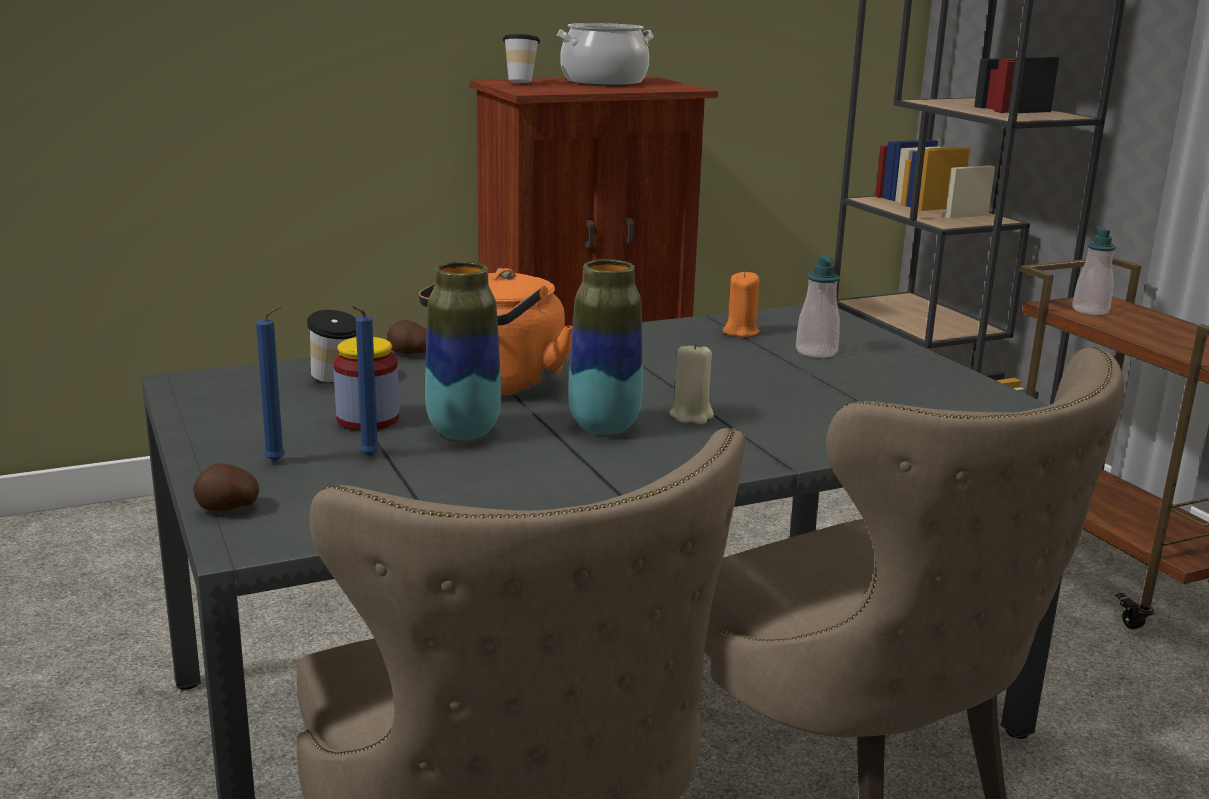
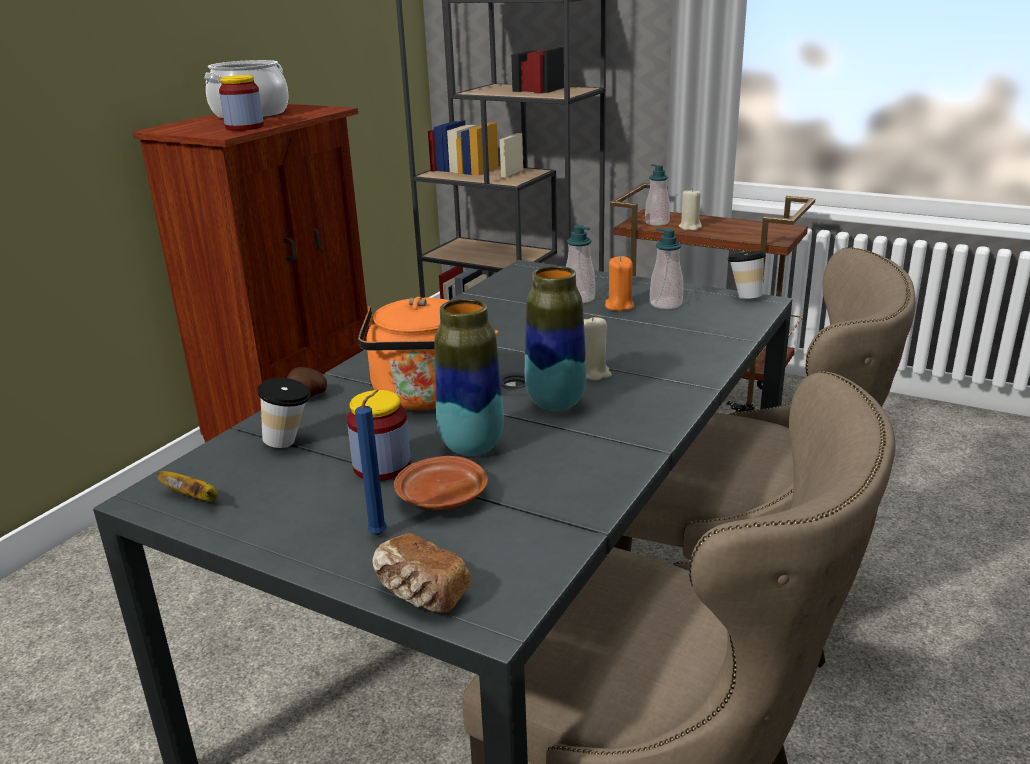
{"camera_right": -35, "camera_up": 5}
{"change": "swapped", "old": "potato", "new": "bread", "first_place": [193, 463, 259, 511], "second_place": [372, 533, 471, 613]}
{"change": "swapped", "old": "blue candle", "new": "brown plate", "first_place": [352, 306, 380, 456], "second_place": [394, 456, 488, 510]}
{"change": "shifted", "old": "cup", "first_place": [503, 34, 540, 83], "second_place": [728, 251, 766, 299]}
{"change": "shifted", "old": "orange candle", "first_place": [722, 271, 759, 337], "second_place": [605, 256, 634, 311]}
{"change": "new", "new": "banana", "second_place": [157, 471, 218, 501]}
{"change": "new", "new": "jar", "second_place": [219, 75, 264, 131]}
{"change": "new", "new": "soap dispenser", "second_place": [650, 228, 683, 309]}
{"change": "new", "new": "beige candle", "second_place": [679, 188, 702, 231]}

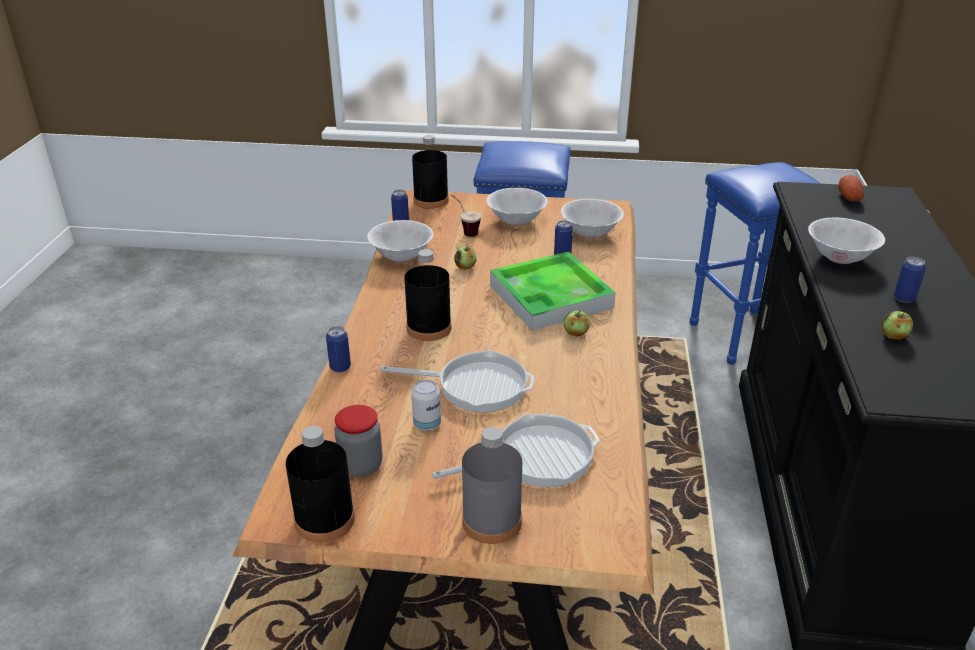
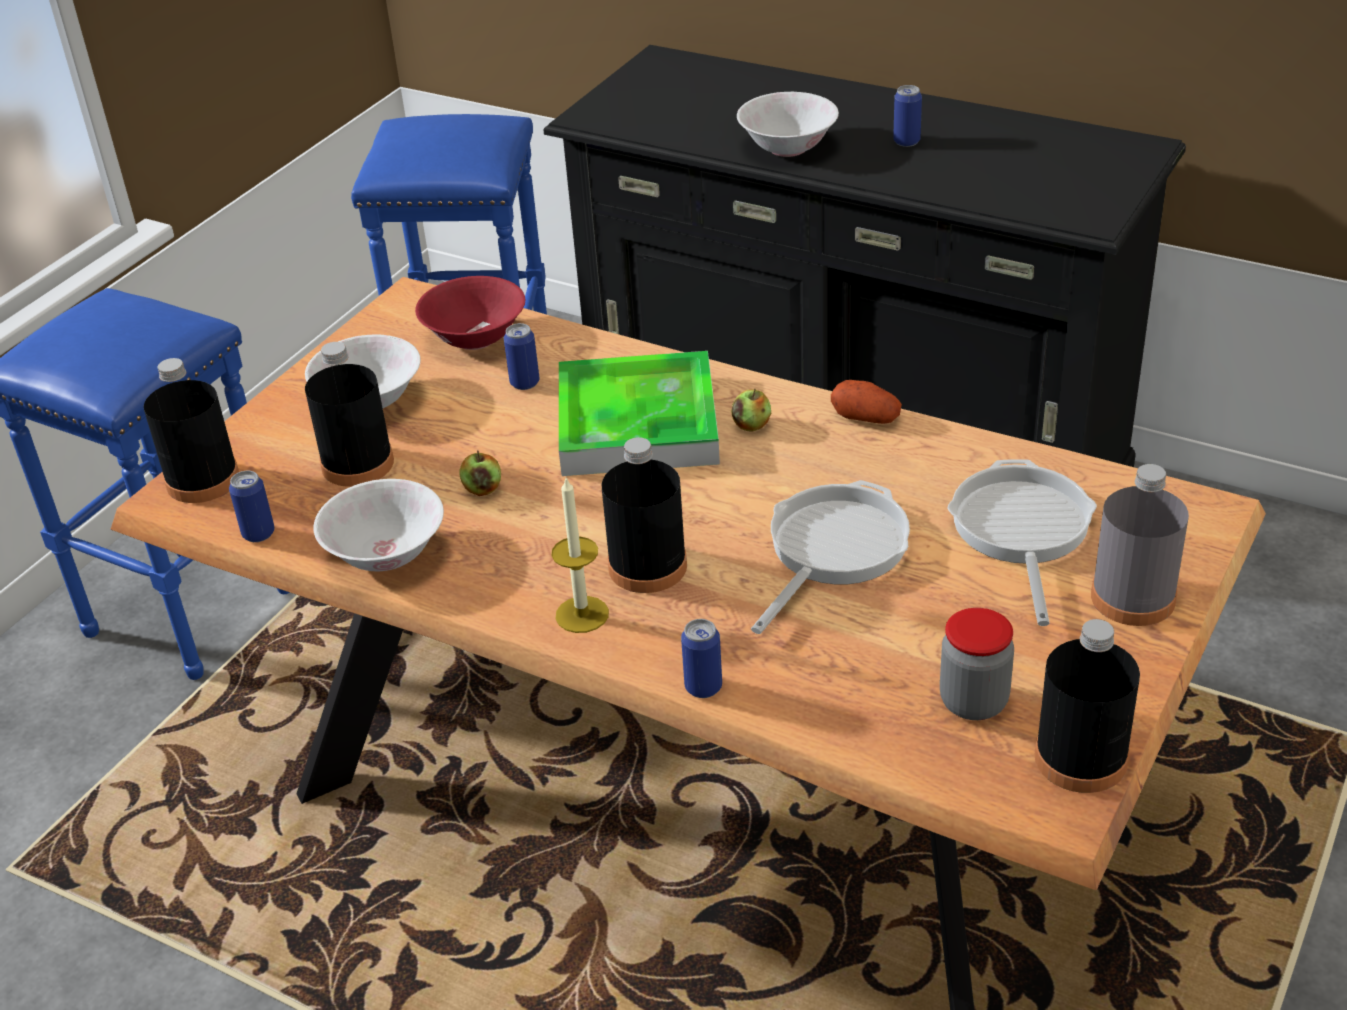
{"camera_right": -65, "camera_up": 5}
{"change": "gone", "old": "can", "first_place": [411, 379, 441, 431]}
{"change": "swapped", "old": "cup", "new": "black bottle", "first_place": [452, 195, 481, 237], "second_place": [305, 342, 394, 487]}
{"change": "repainted", "old": "white bowl", "new": "red bowl", "first_place": [561, 199, 624, 238], "second_place": [415, 276, 525, 350]}
{"change": "shifted", "old": "potato", "first_place": [838, 175, 864, 202], "second_place": [831, 380, 902, 424]}
{"change": "gone", "old": "apple", "first_place": [882, 311, 913, 340]}
{"change": "new", "new": "candle", "second_place": [551, 478, 609, 633]}

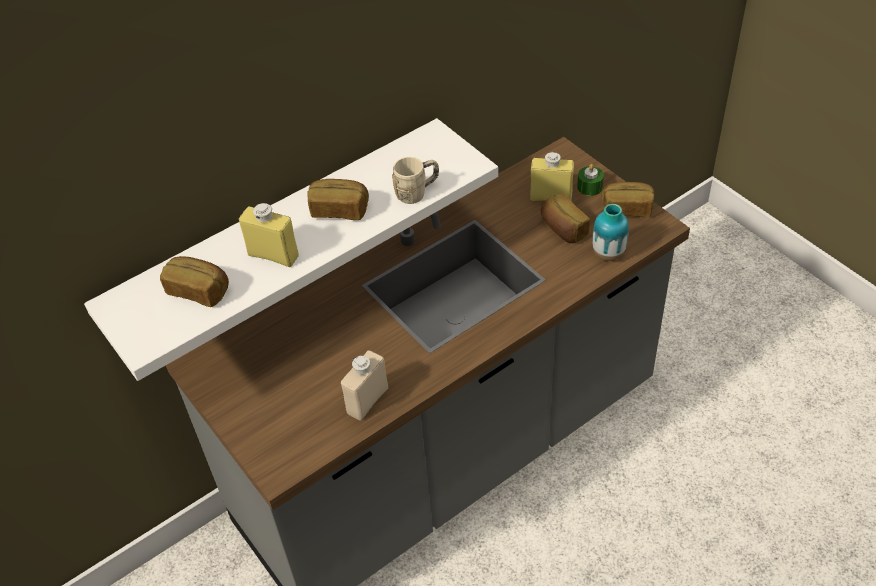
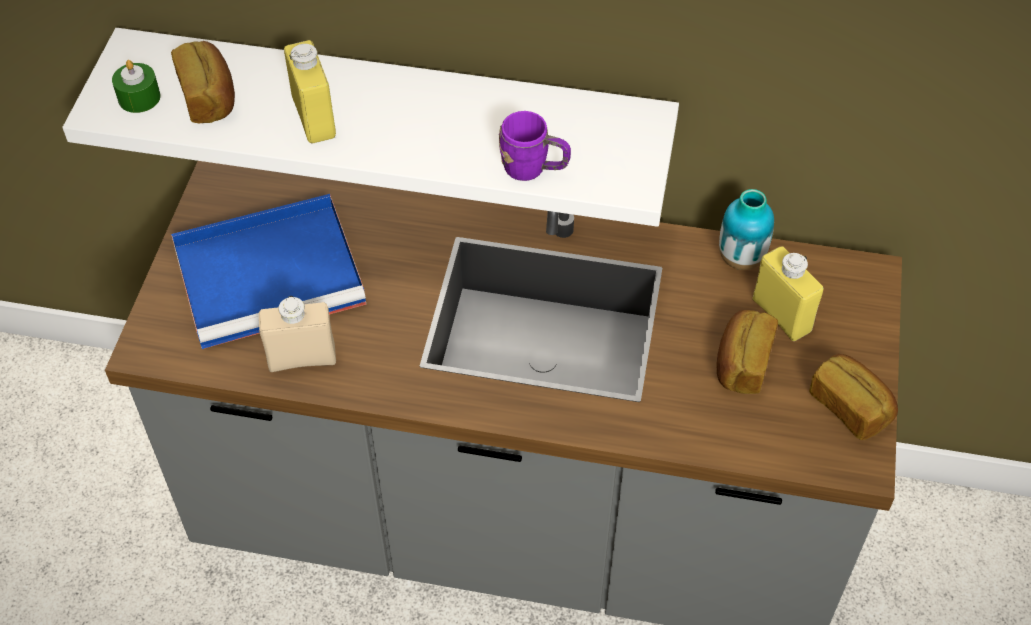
{"camera_right": 45, "camera_up": 5}
{"change": "gone", "old": "bread", "first_place": [307, 179, 369, 220]}
{"change": "repainted", "old": "beige mug", "new": "purple mug", "first_place": [392, 157, 439, 204], "second_place": [499, 111, 571, 181]}
{"change": "shifted", "old": "green candle", "first_place": [577, 164, 604, 196], "second_place": [112, 60, 161, 113]}
{"change": "shifted", "old": "vase", "first_place": [593, 204, 629, 261], "second_place": [719, 189, 774, 270]}
{"change": "new", "new": "blue tray", "second_place": [171, 194, 367, 349]}

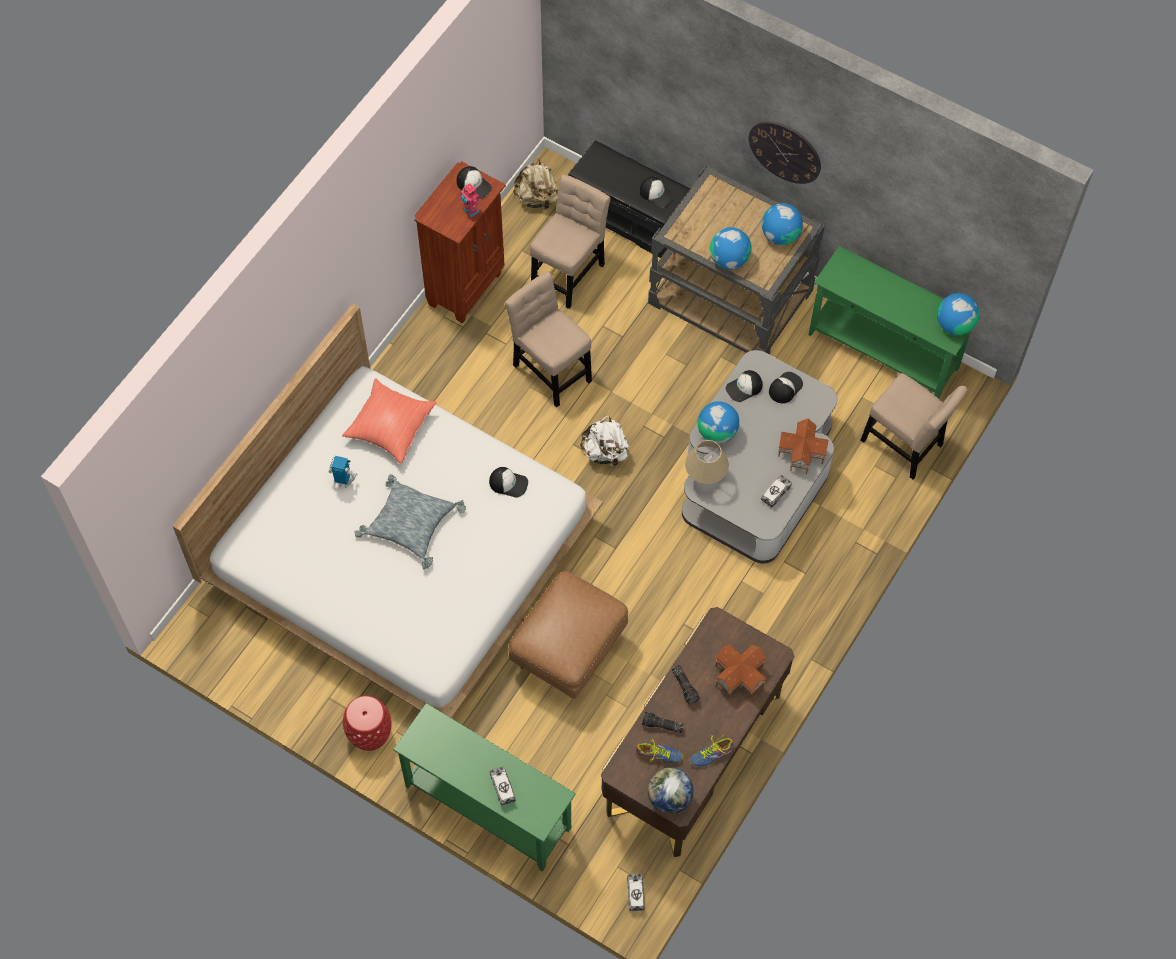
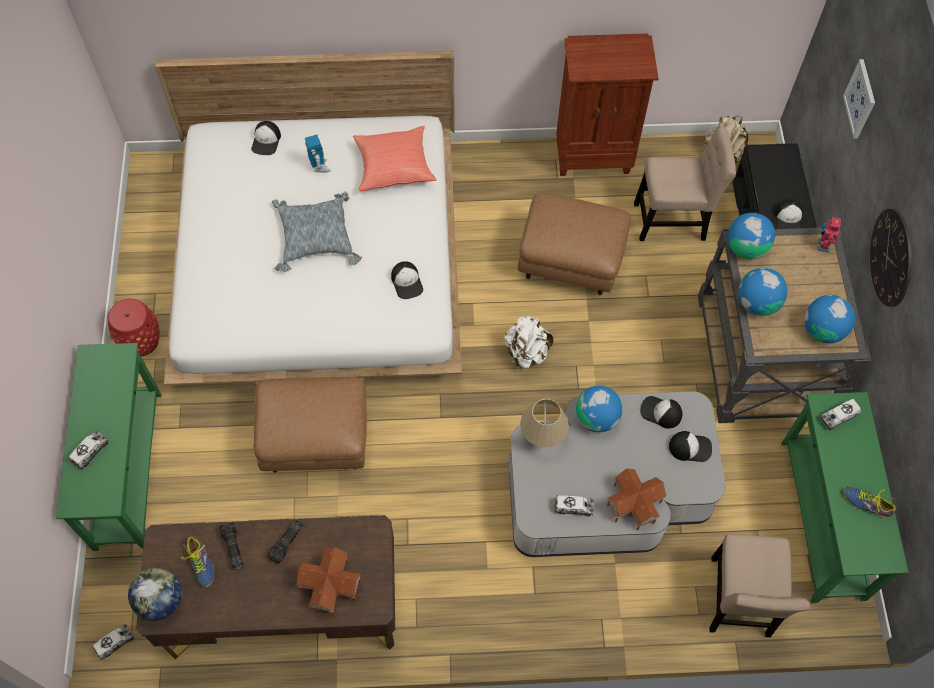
{"camera_right": 55, "camera_up": 0}
{"change": "shifted", "old": "cap", "first_place": [457, 166, 492, 199], "second_place": [251, 121, 281, 155]}
{"change": "shifted", "old": "toy robot", "first_place": [460, 183, 480, 218], "second_place": [817, 217, 841, 253]}
{"change": "swapped", "old": "beige chair", "new": "brown ottoman", "first_place": [505, 271, 592, 407], "second_place": [518, 192, 631, 295]}
{"change": "shifted", "old": "shoe", "first_place": [689, 735, 733, 767], "second_place": [843, 487, 896, 518]}
{"change": "shifted", "old": "globe", "first_place": [937, 293, 980, 335], "second_place": [728, 213, 775, 260]}
{"change": "new", "new": "toy truck", "second_place": [819, 399, 861, 430]}
{"change": "new", "new": "picture", "second_place": [843, 59, 875, 138]}

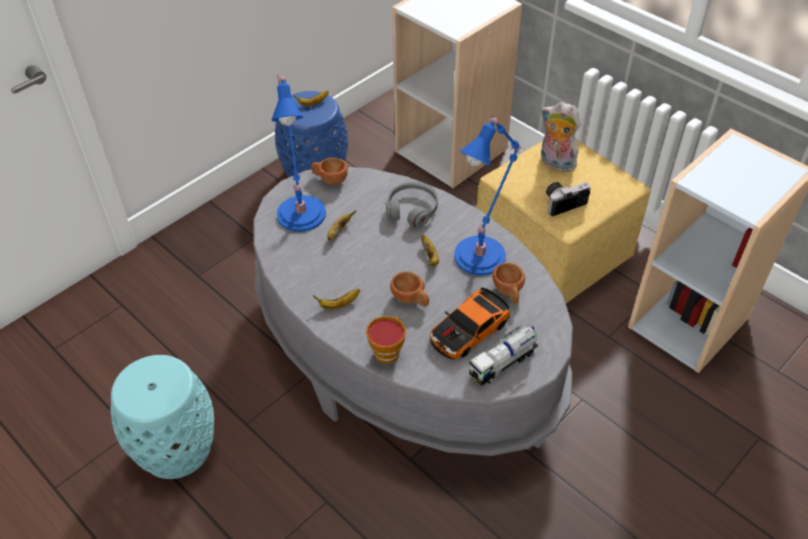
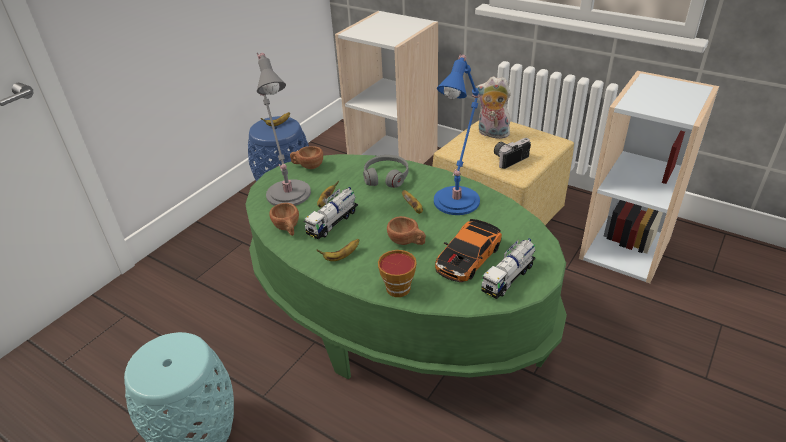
{"camera_right": -10, "camera_up": -10}
{"change": "repainted", "old": "grey coffee table", "new": "green coffee table", "first_place": [254, 167, 573, 456], "second_place": [245, 154, 567, 379]}
{"change": "repainted", "old": "blue table lamp", "new": "grey table lamp", "first_place": [271, 76, 326, 232], "second_place": [257, 53, 311, 206]}
{"change": "shifted", "old": "brown cup", "first_place": [492, 263, 525, 304], "second_place": [269, 203, 299, 236]}
{"change": "new", "new": "toy truck", "second_place": [304, 187, 358, 239]}

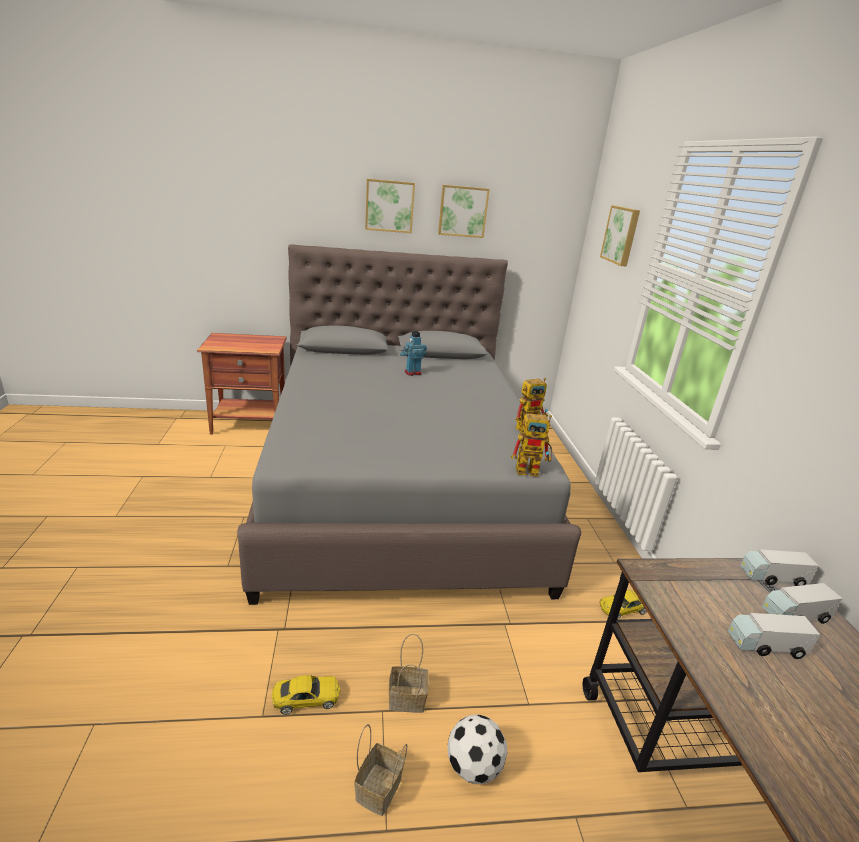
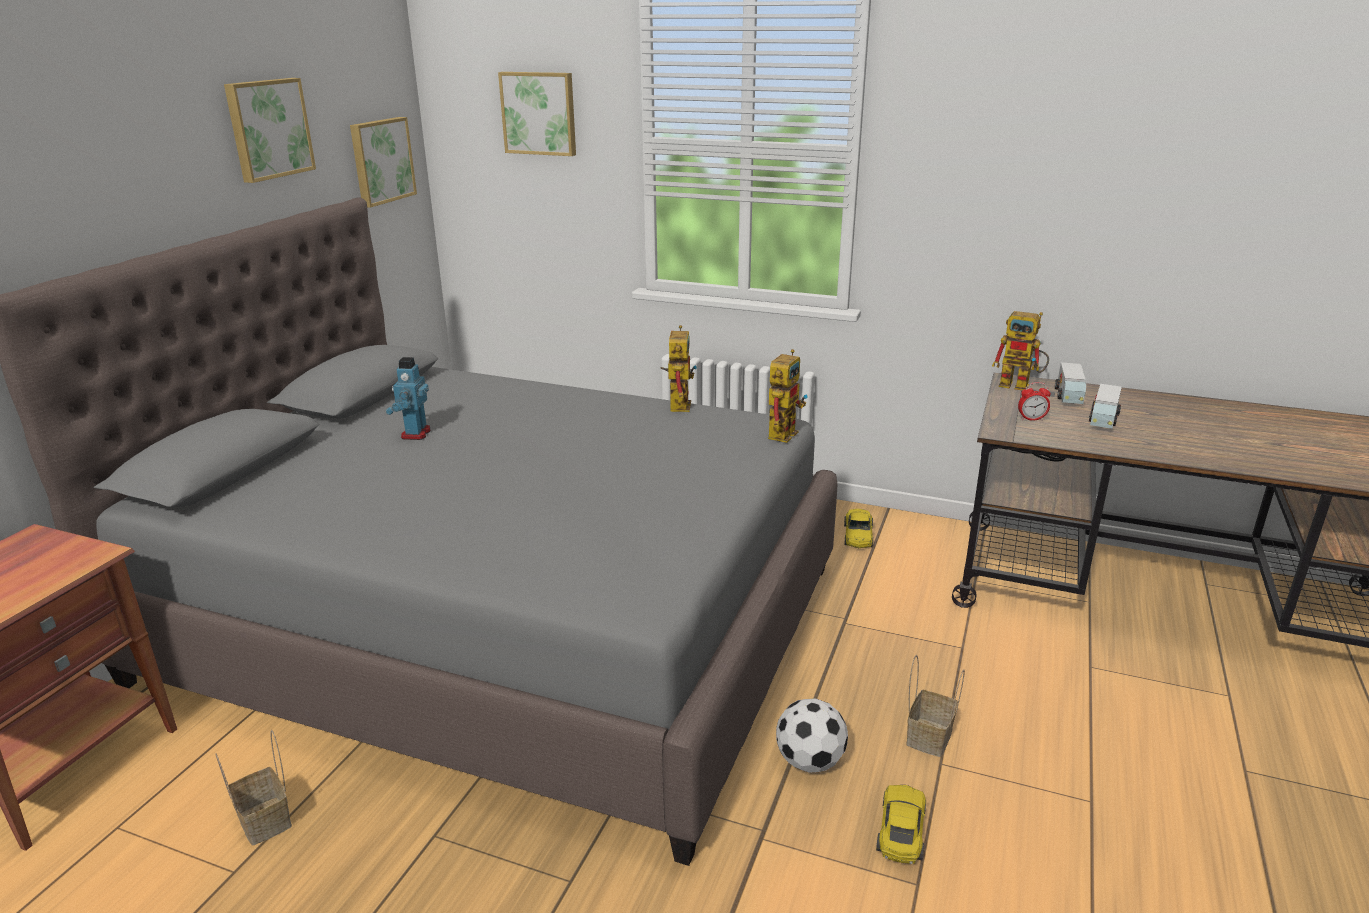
{"camera_right": -60, "camera_up": 0}
{"change": "shifted", "old": "basket", "first_place": [354, 724, 407, 816], "second_place": [215, 730, 292, 845]}
{"change": "shifted", "old": "picture", "first_place": [365, 179, 415, 233], "second_place": [350, 117, 417, 208]}
{"change": "shifted", "old": "football", "first_place": [448, 714, 507, 784], "second_place": [776, 698, 848, 773]}
{"change": "swapped", "old": "toy truck", "new": "toy robot", "first_place": [740, 549, 819, 586], "second_place": [992, 311, 1049, 391]}
{"change": "new", "new": "alarm clock", "second_place": [1018, 382, 1051, 421]}

